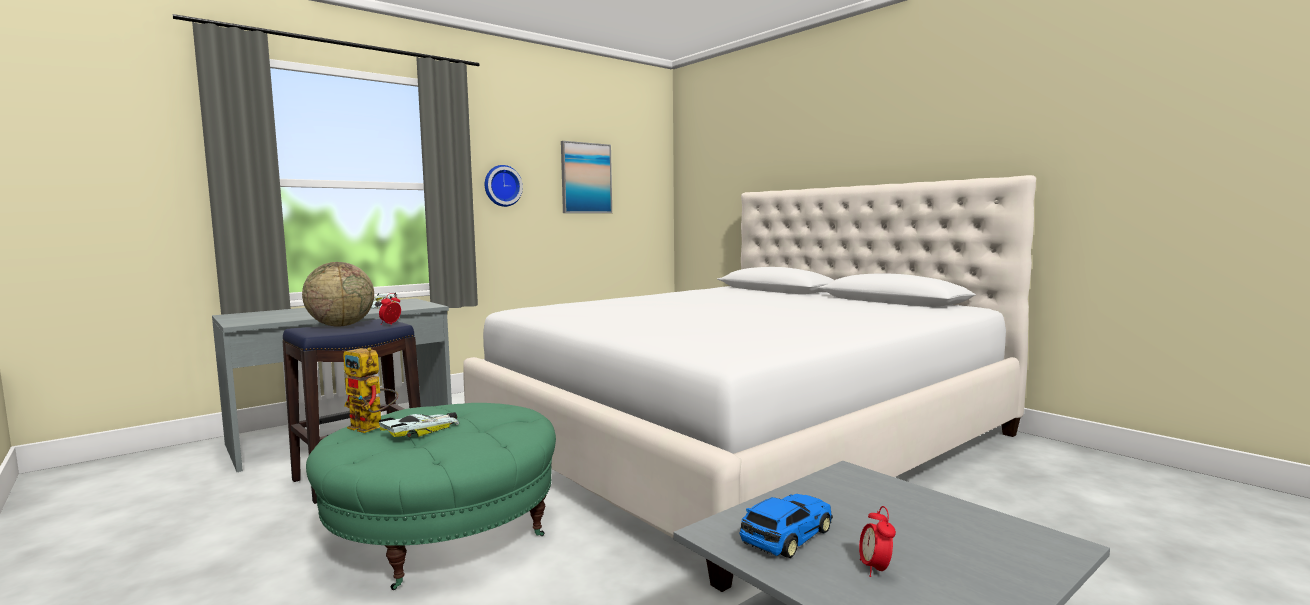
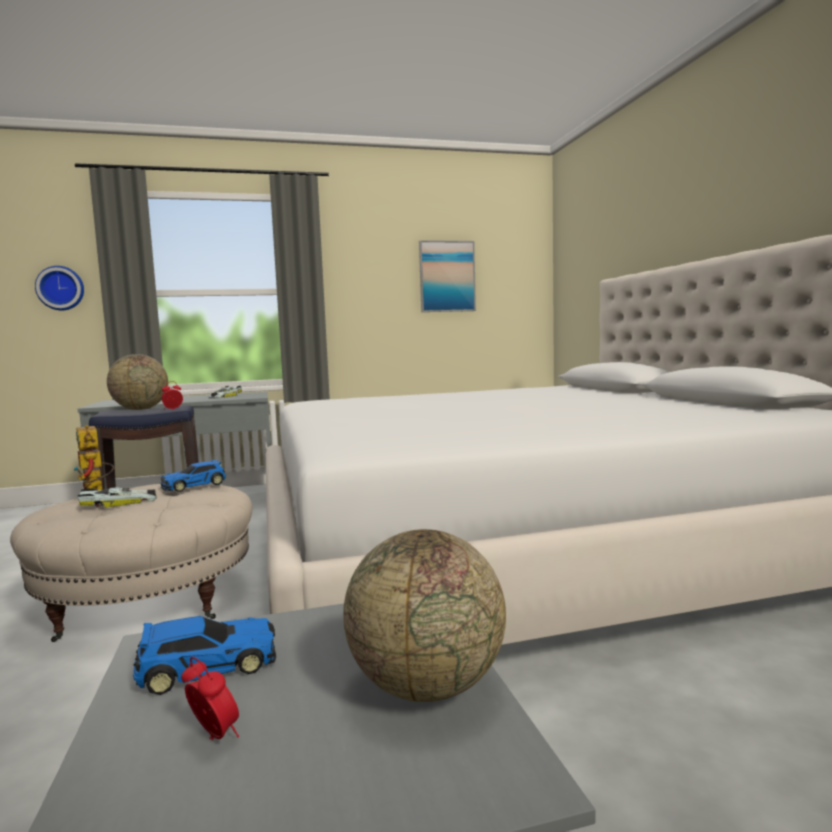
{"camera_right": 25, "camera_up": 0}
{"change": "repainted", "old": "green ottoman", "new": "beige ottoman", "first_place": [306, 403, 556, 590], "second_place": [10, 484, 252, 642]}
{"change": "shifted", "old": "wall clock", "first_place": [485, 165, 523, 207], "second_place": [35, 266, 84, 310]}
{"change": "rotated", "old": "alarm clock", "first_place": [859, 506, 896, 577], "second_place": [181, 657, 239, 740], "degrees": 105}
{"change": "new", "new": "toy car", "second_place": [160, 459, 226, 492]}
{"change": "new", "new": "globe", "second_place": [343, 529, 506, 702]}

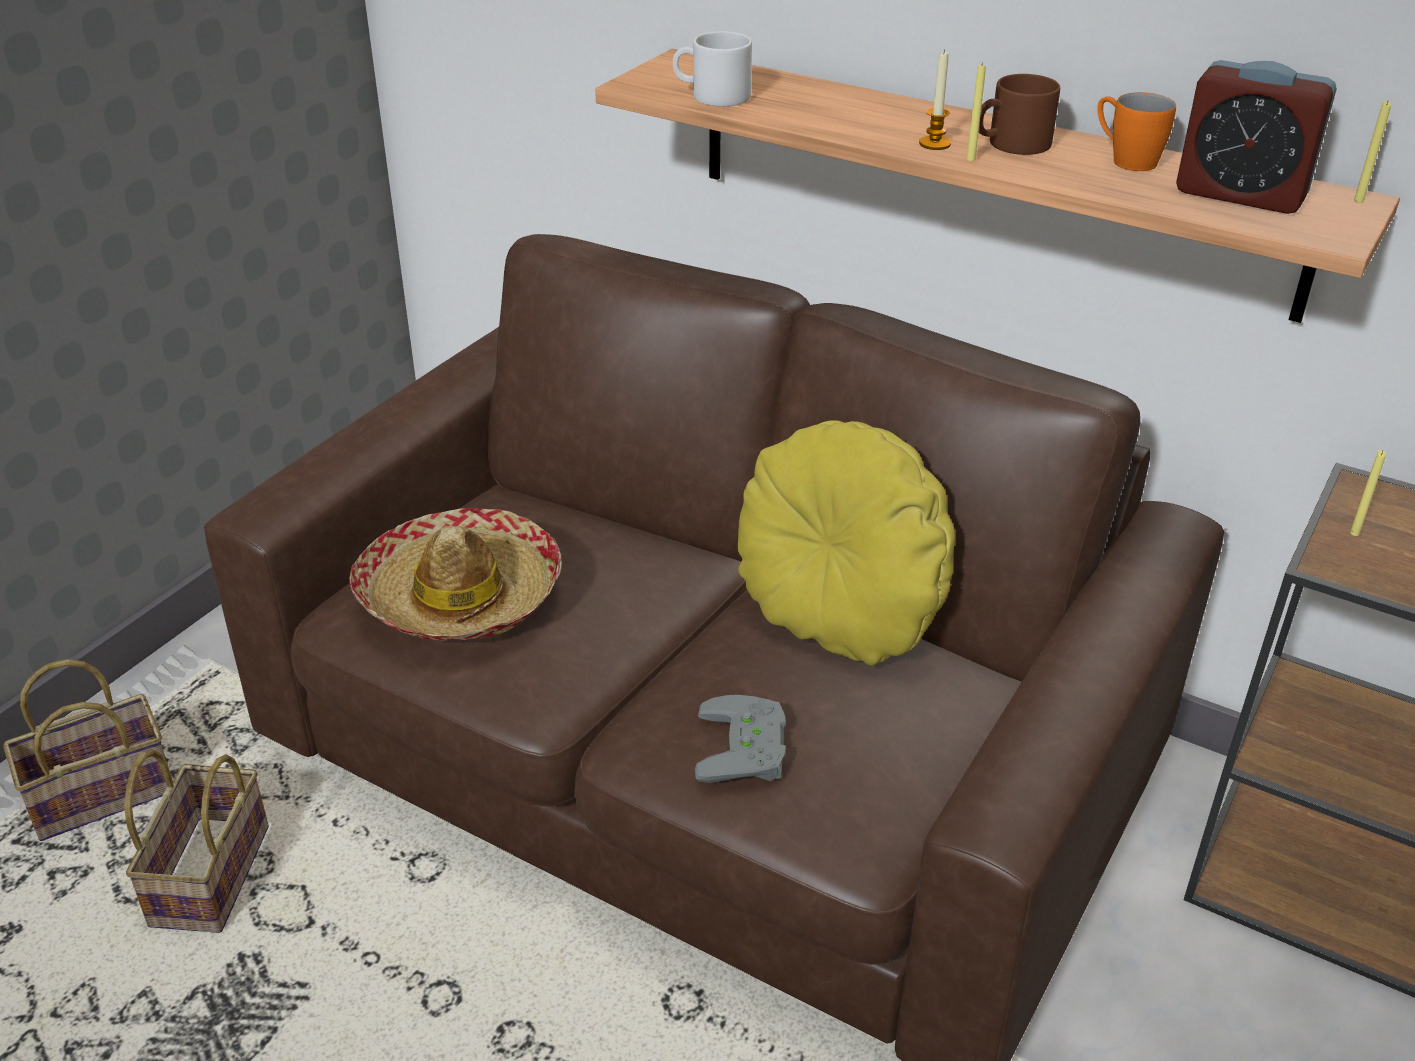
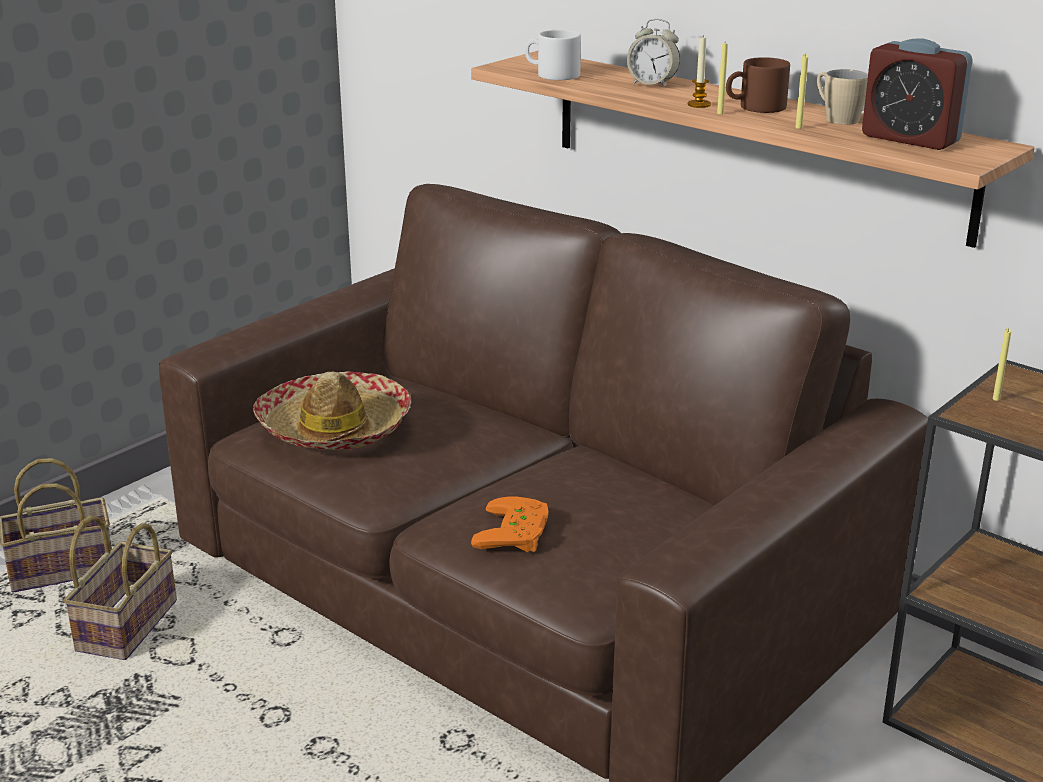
{"camera_right": 10, "camera_up": -10}
{"change": "repainted", "old": "grey game controller", "new": "orange game controller", "first_place": [695, 695, 786, 783], "second_place": [471, 496, 548, 552]}
{"change": "gone", "old": "yellow pillow", "first_place": [738, 420, 955, 666]}
{"change": "repainted", "old": "orange mug", "new": "beige mug", "first_place": [1097, 92, 1176, 171], "second_place": [817, 69, 868, 125]}
{"change": "shifted", "old": "yellow candle", "first_place": [1354, 101, 1391, 203], "second_place": [795, 54, 808, 129]}
{"change": "new", "new": "alarm clock", "second_place": [627, 19, 680, 88]}

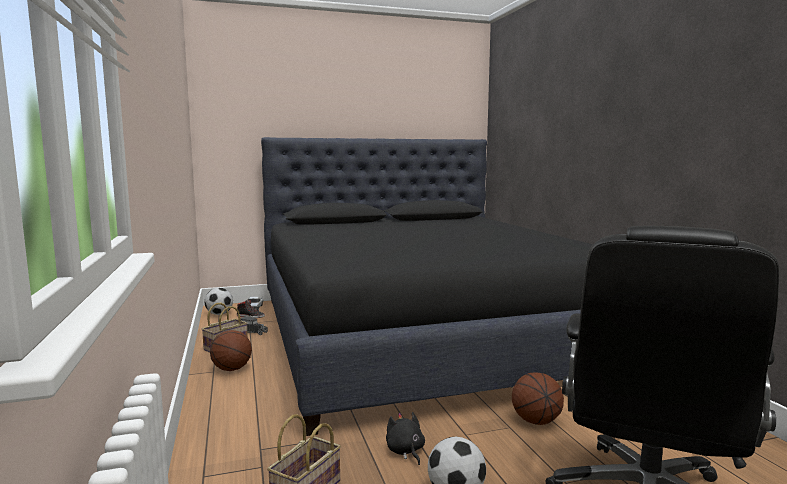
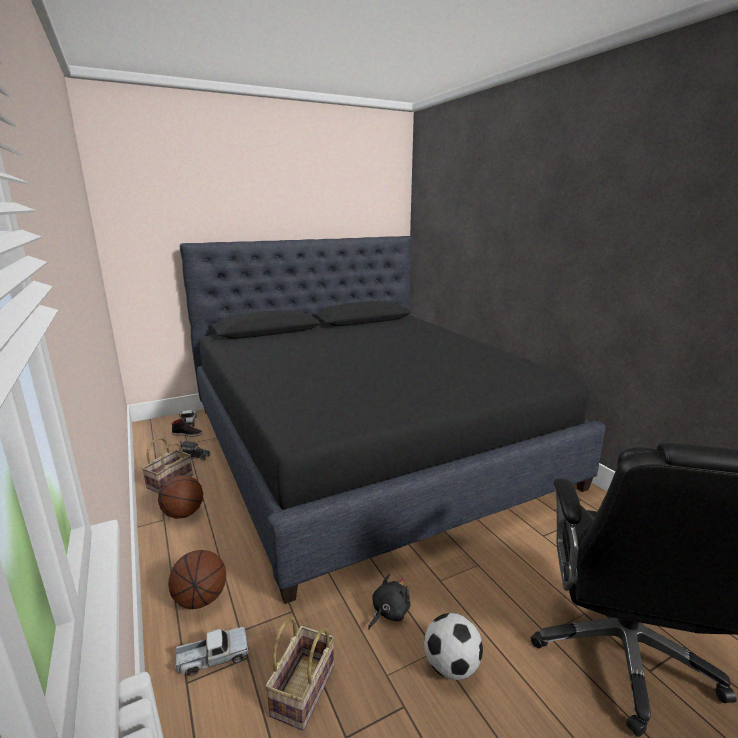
{"camera_right": -10, "camera_up": 10}
{"change": "gone", "old": "football", "first_place": [204, 288, 233, 315]}
{"change": "rotated", "old": "black plush toy", "first_place": [386, 412, 425, 465], "second_place": [368, 574, 410, 630], "degrees": 75}
{"change": "shifted", "old": "basketball", "first_place": [512, 372, 564, 425], "second_place": [168, 550, 226, 609]}
{"change": "new", "new": "toy truck", "second_place": [175, 627, 249, 676]}

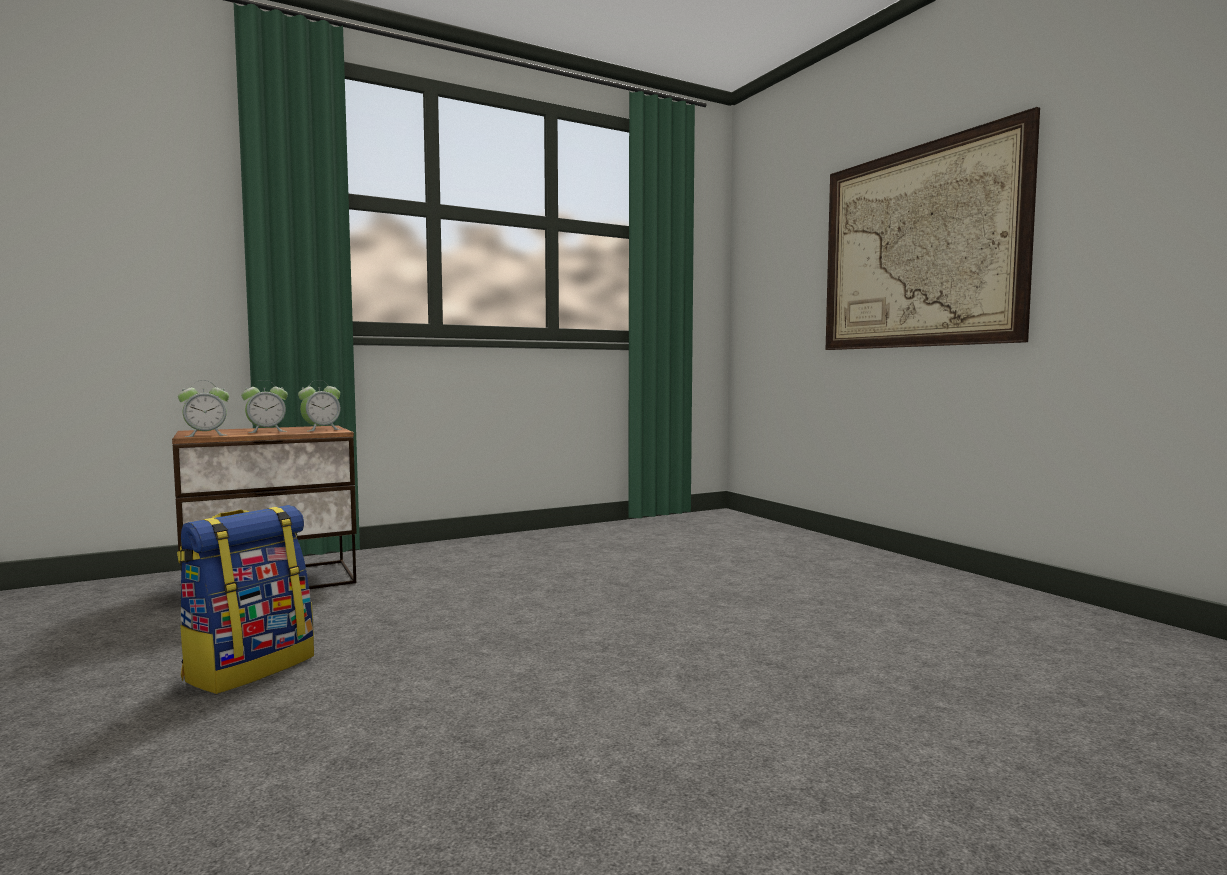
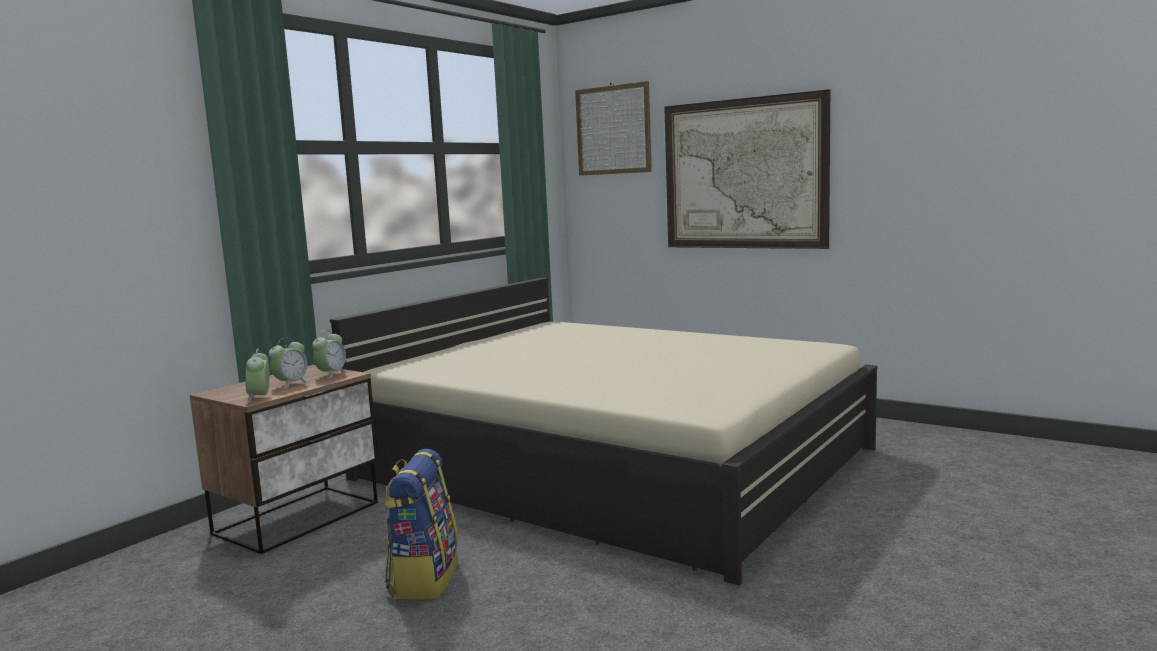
{"camera_right": -25, "camera_up": 5}
{"change": "rotated", "old": "alarm clock", "first_place": [178, 381, 229, 437], "second_place": [245, 348, 270, 404], "degrees": 135}
{"change": "new", "new": "beige bed", "second_place": [330, 278, 877, 586]}
{"change": "new", "new": "picture", "second_place": [575, 81, 652, 176]}

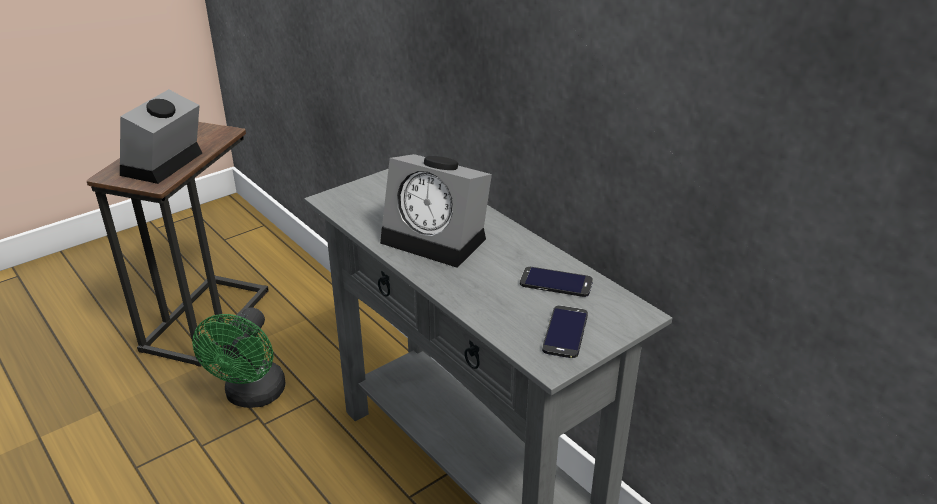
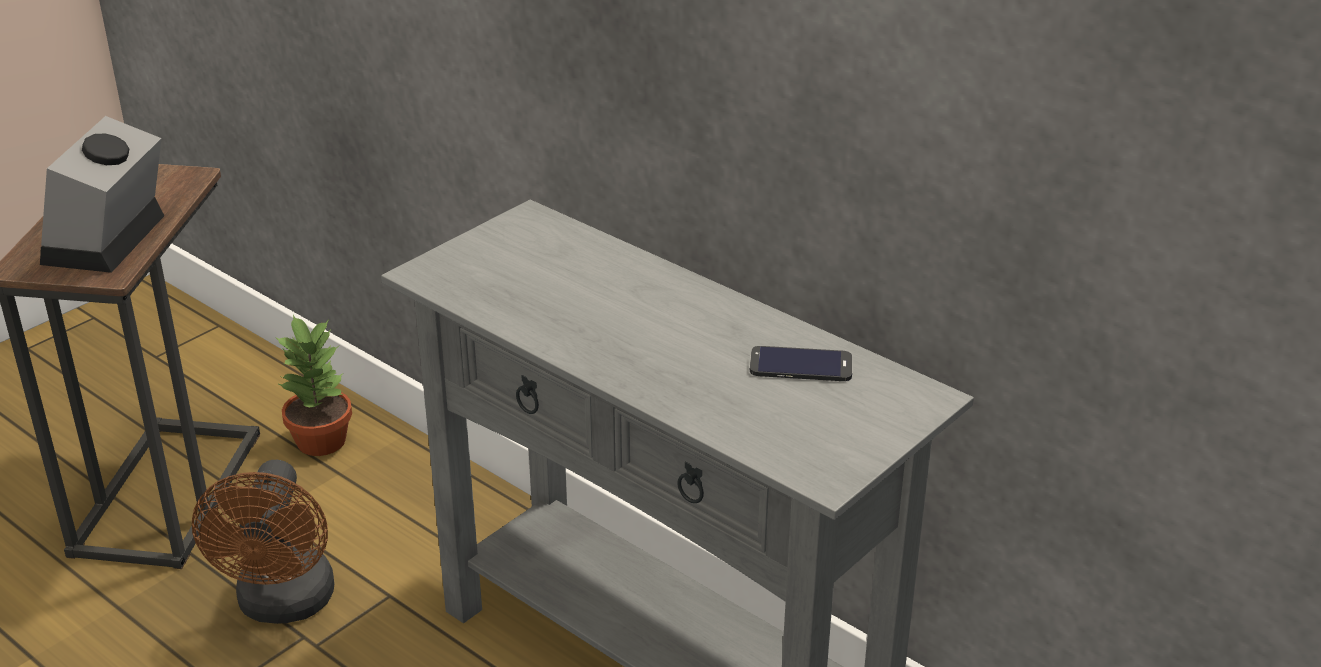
{"camera_right": -10, "camera_up": 0}
{"change": "repainted", "old": "green fan", "new": "brown fan", "first_place": [192, 307, 286, 408], "second_place": [192, 460, 334, 624]}
{"change": "gone", "old": "alarm clock", "first_place": [380, 154, 492, 268]}
{"change": "gone", "old": "phone", "first_place": [542, 305, 588, 358]}
{"change": "new", "new": "potted plant", "second_place": [275, 315, 352, 456]}

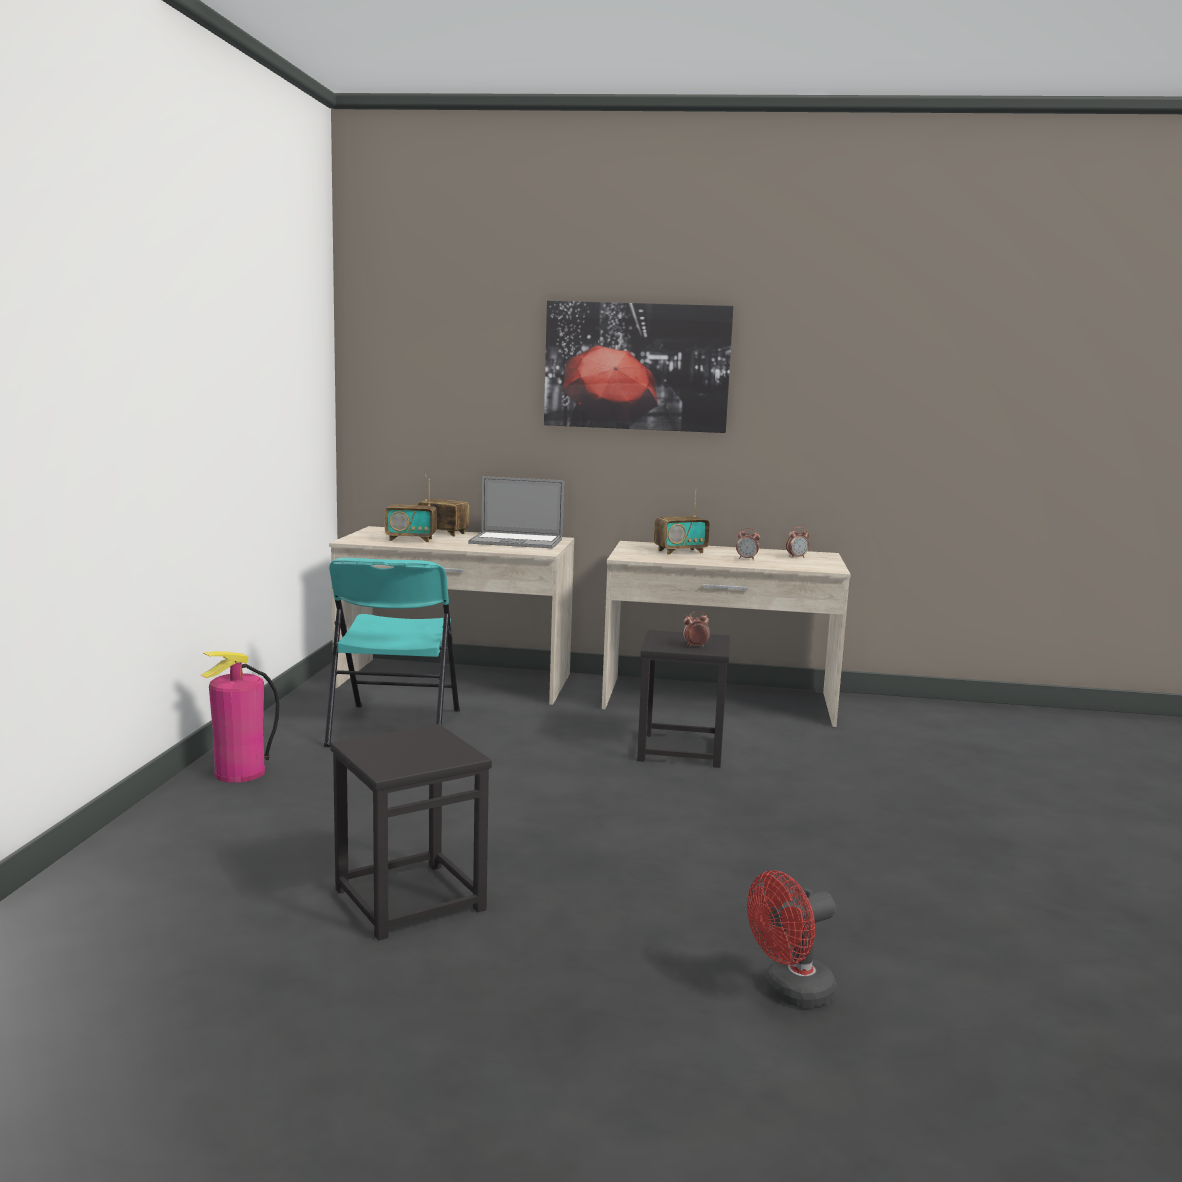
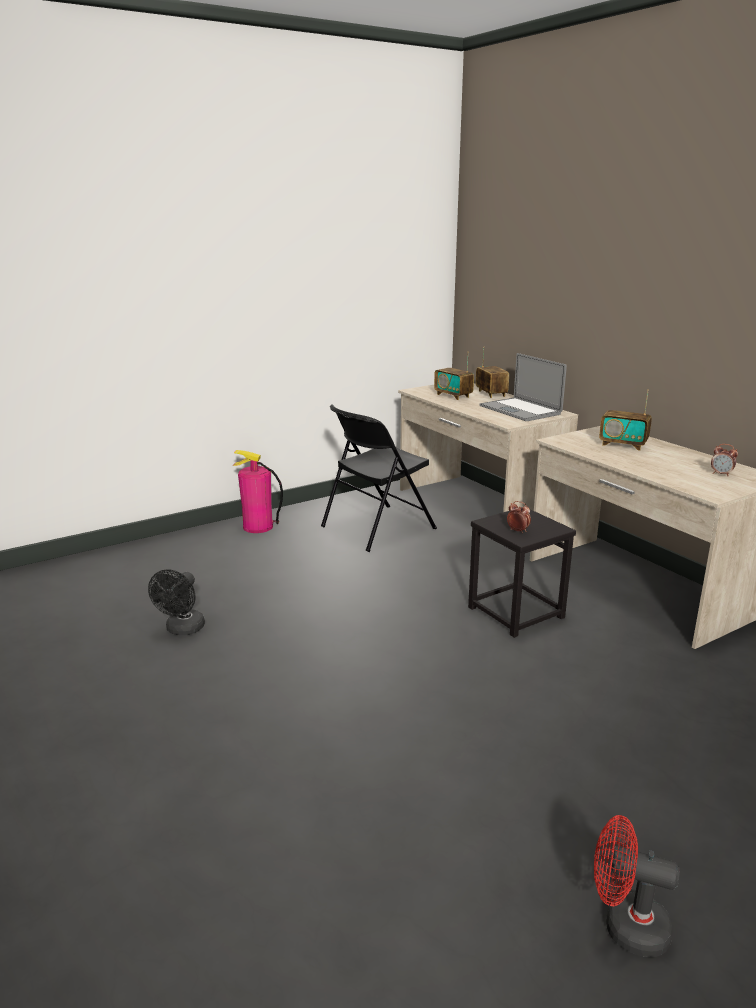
{"camera_right": 50, "camera_up": 10}
{"change": "repainted", "old": "turquoise chair", "new": "black chair", "first_place": [324, 558, 460, 747], "second_place": [321, 404, 437, 552]}
{"change": "swapped", "old": "black stool", "new": "black fan", "first_place": [330, 724, 492, 941], "second_place": [148, 569, 205, 635]}
{"change": "gone", "old": "picture", "first_place": [544, 301, 733, 433]}
{"change": "gone", "old": "alarm clock", "first_place": [736, 528, 760, 560]}
{"change": "shifted", "old": "red fan", "first_place": [747, 870, 836, 1008], "second_place": [594, 815, 680, 957]}

